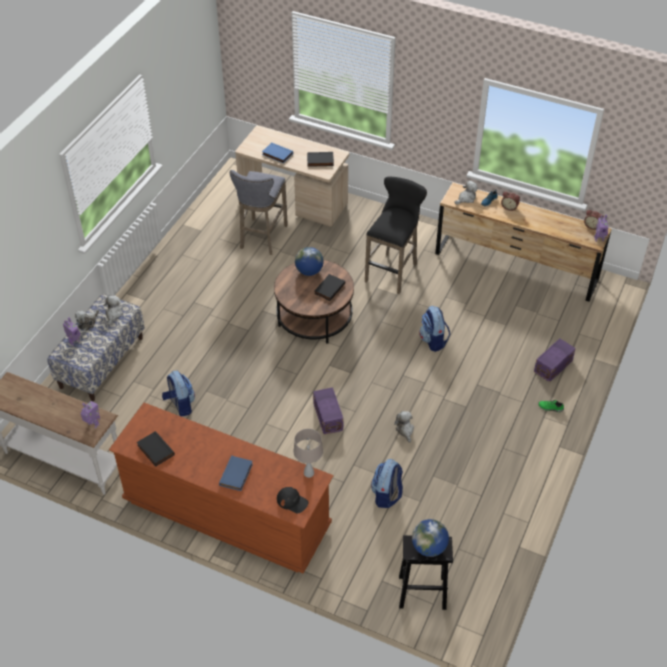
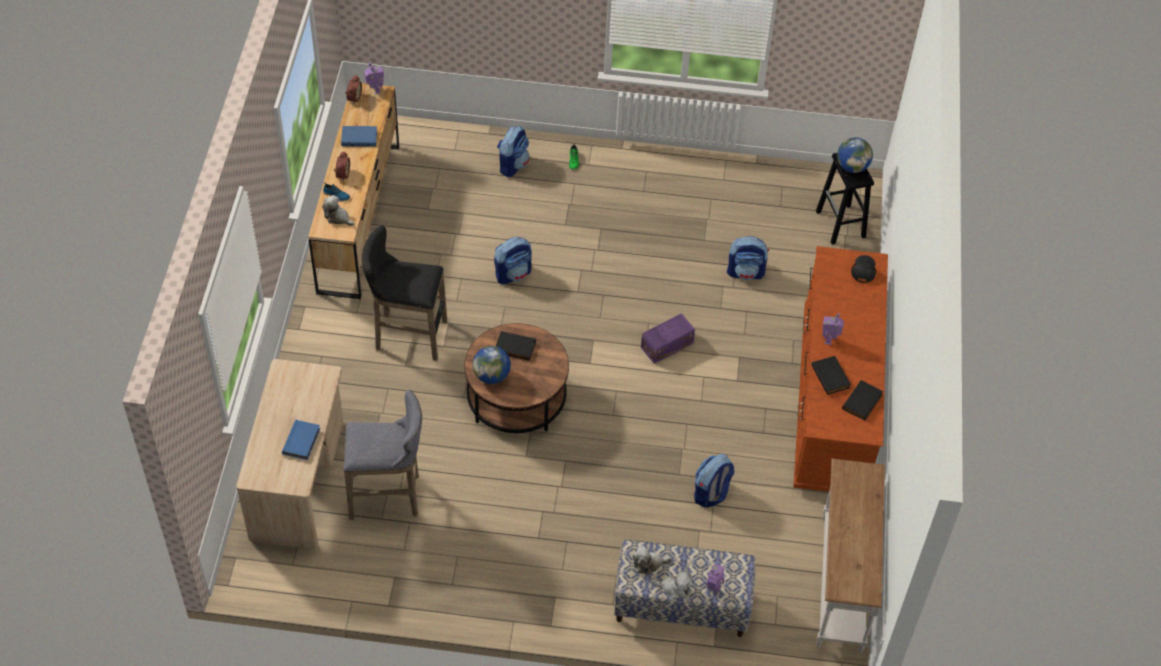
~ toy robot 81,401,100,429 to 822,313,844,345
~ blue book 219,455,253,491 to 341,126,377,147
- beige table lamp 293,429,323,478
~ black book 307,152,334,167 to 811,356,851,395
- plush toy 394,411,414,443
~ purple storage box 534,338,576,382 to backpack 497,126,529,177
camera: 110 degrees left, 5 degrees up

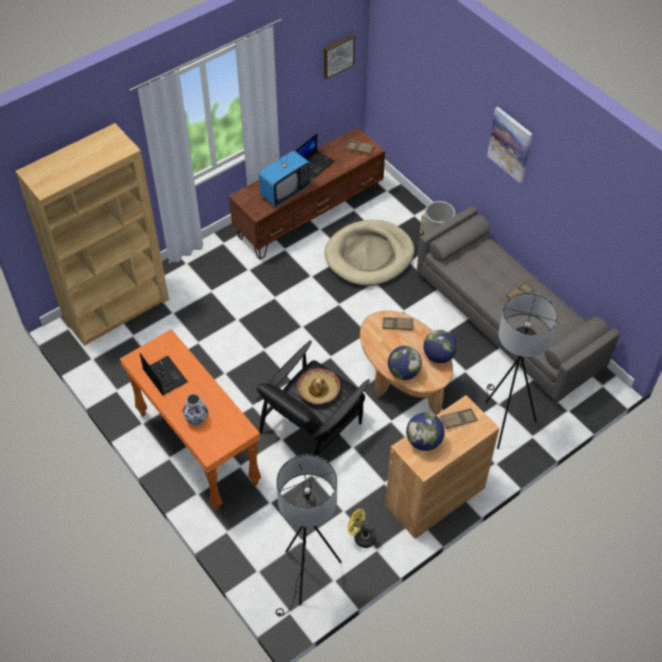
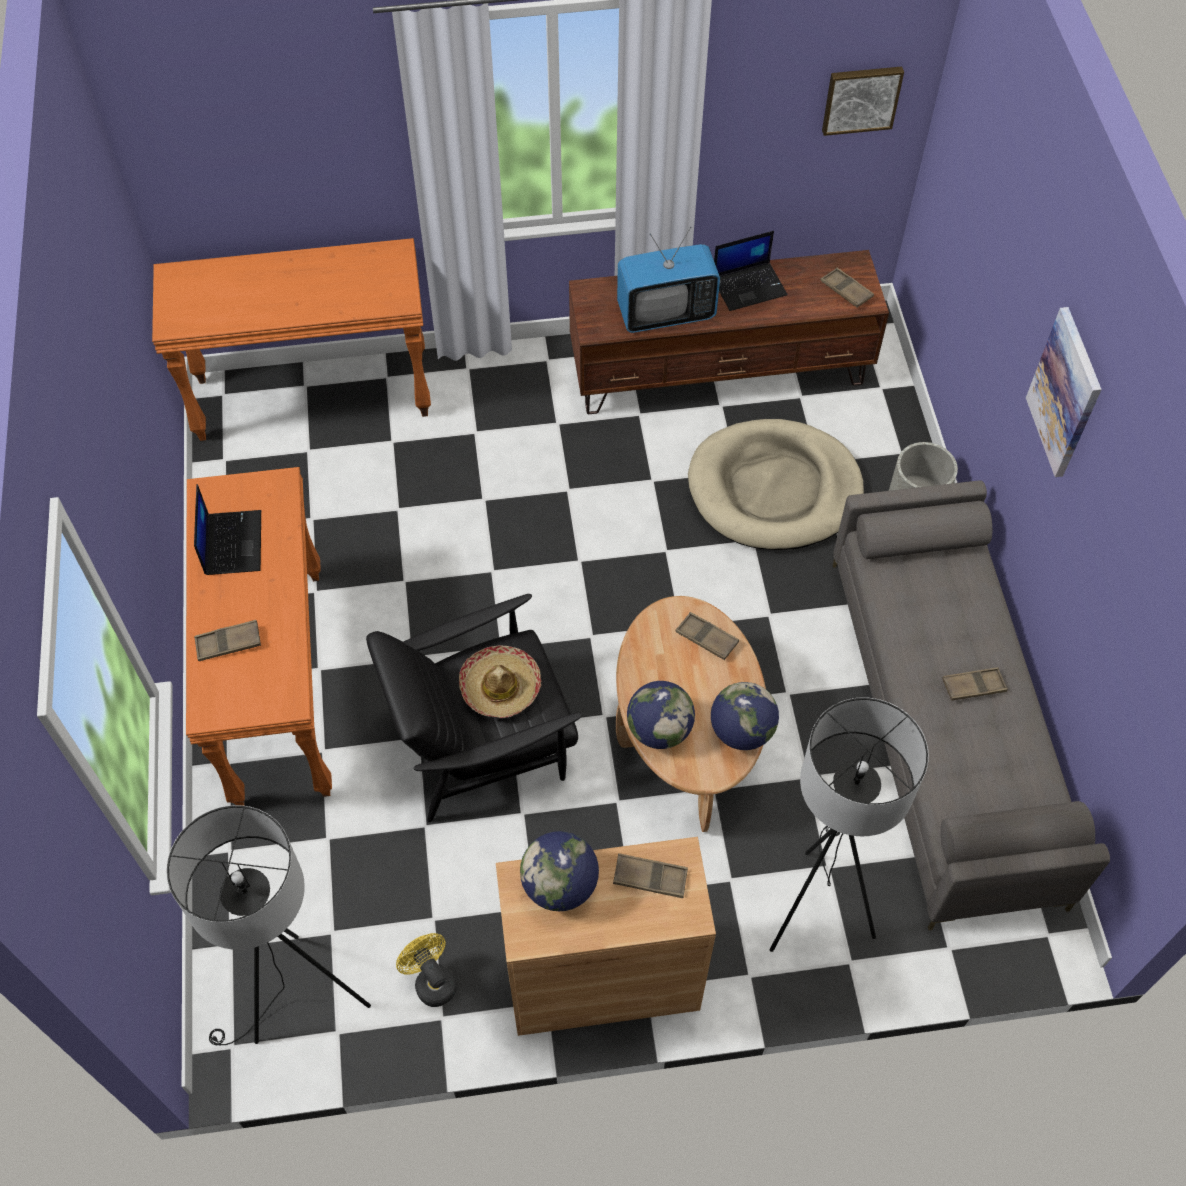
~ brown bookcase 15,123,169,346 to orange console table 152,238,431,441
~ vase 182,394,208,426 to brown tray 194,620,261,661
camera: 30 degrees right, 5 degrees up

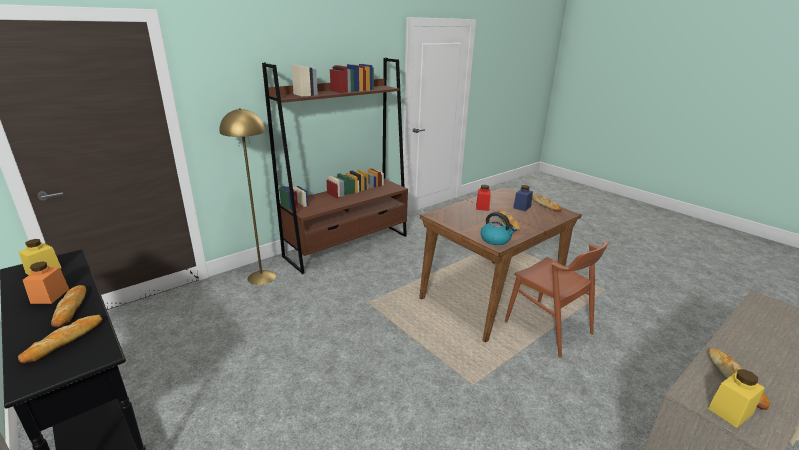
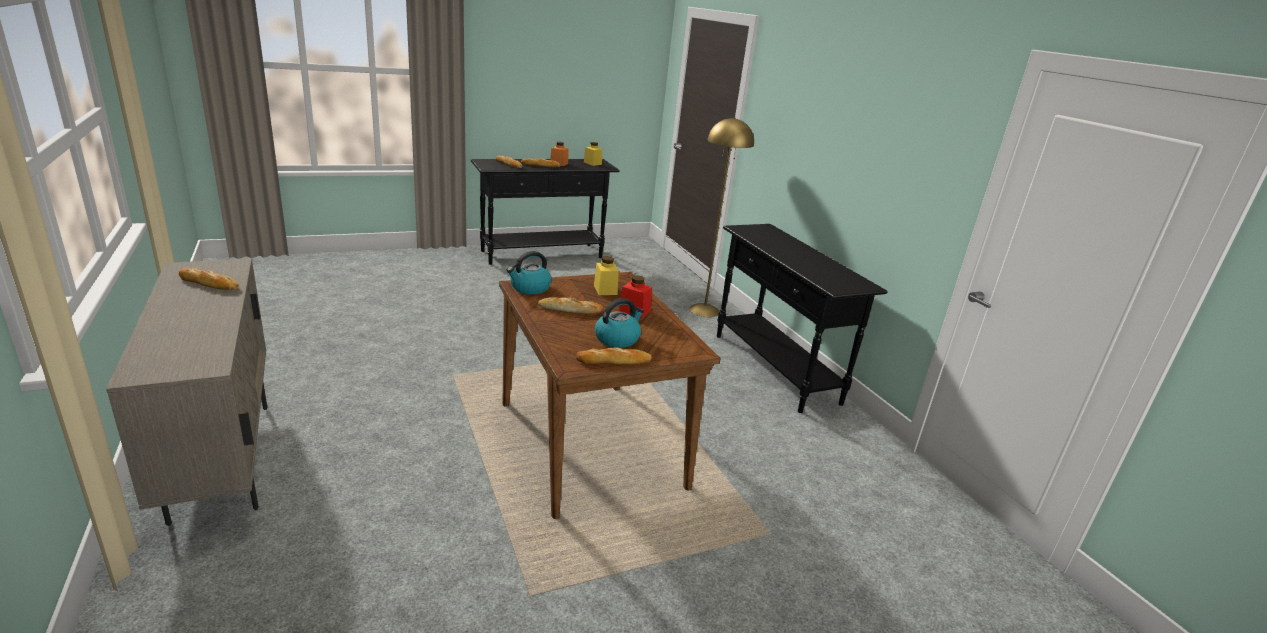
~ brown bookcase 262,58,408,274 to black console table 717,224,887,413
- brown chair 505,241,610,358
~ blue jar 513,185,533,211 to kettle 595,298,644,348
~ yellow jar 708,369,765,428 to 594,256,619,295
camera: 105 degrees right, 0 degrees up

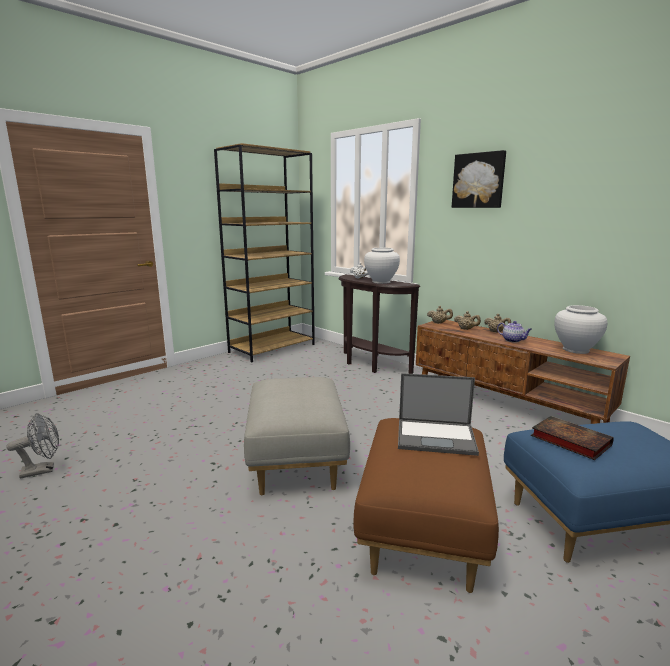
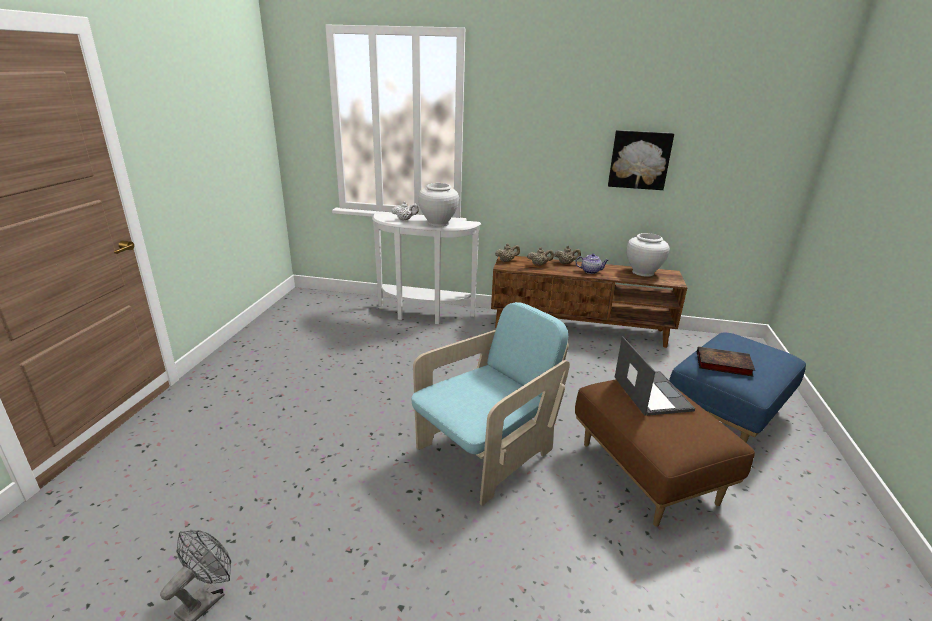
- brown bookcase 214,143,315,363
~ grey ottoman 244,377,350,496 to turquoise armchair 412,302,570,506
~ brown console table 338,274,421,374 to white console table 372,213,481,324
~ laptop 398,373,479,456 = 615,336,695,416 75 degrees counterclockwise
~ picture 452,150,506,208 to 608,130,674,190
camera: 35 degrees left, 10 degrees up

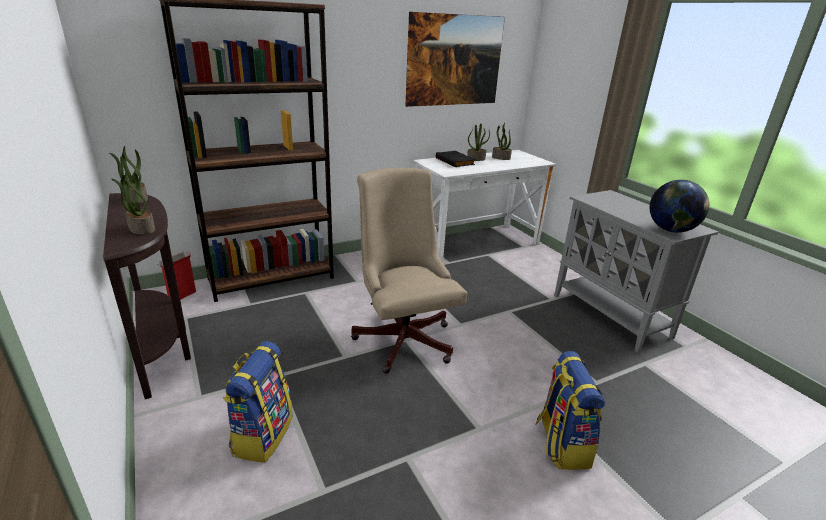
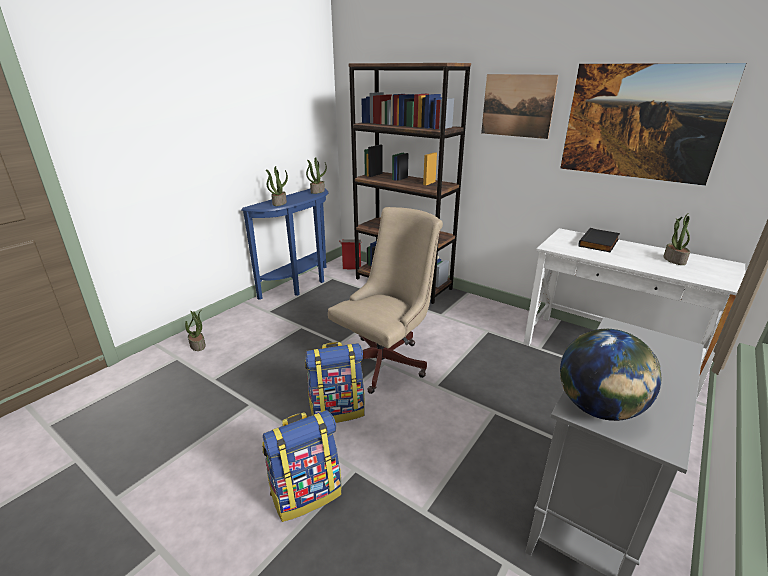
~ brown console table 103,193,191,399 to blue console table 242,189,328,300
~ backpack 223,341,292,463 to 305,342,365,423
~ potted plant 467,123,490,161 to 185,311,206,351
+ picture 481,74,558,139
camera: 65 degrees right, 0 degrees up

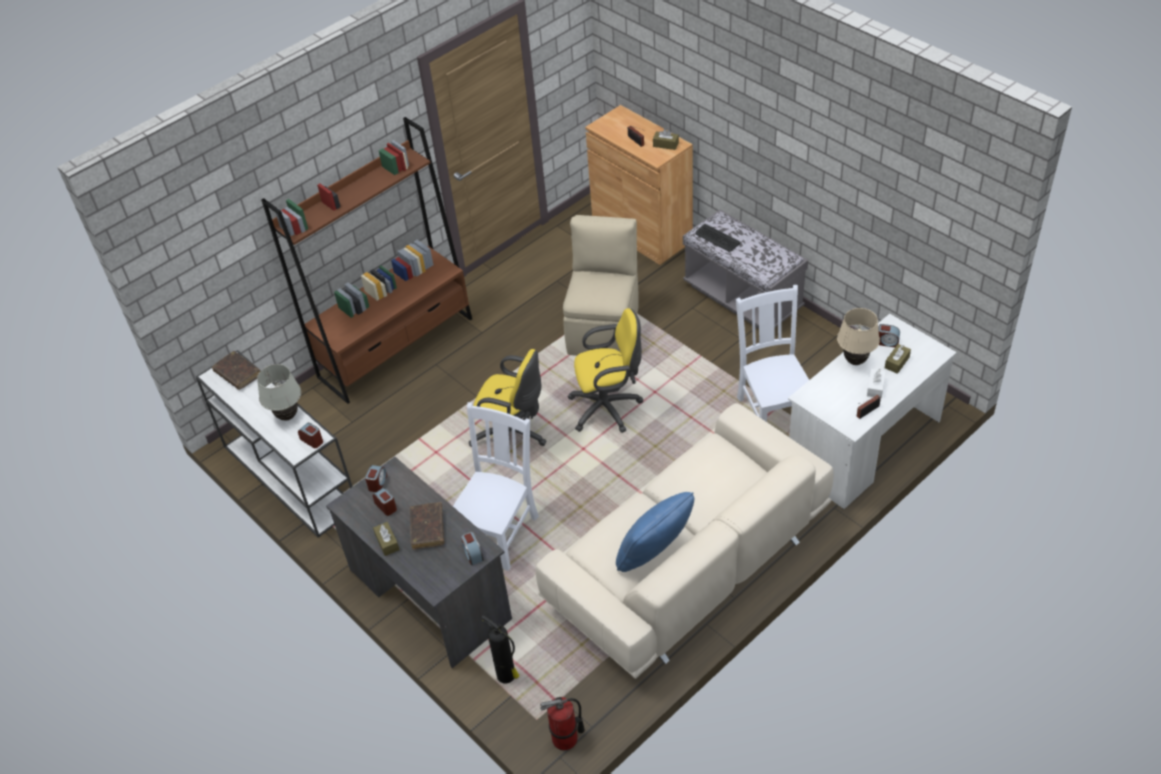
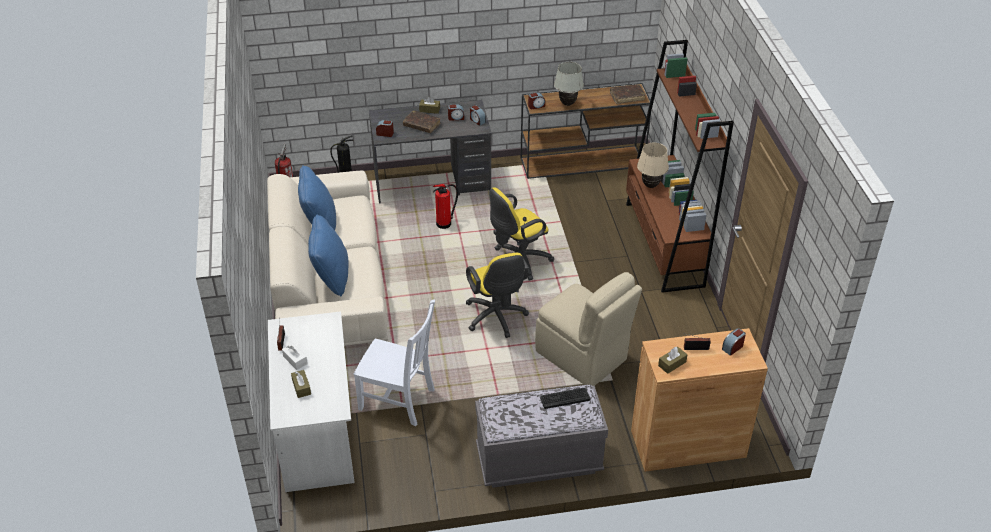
~ white console table 196,350,352,537 to brown console table 521,83,651,179
~ white chair 453,402,539,571 to fire extinguisher 433,184,458,229
~ yellow office chair 568,308,644,433 = 465,253,529,338 45 degrees counterclockwise
~ beige table lamp 837,308,880,365 to 637,143,669,188
~ alarm clock 878,324,900,347 to 722,328,746,356
+ blue pillow 308,214,349,296
camera: 120 degrees right, 5 degrees down

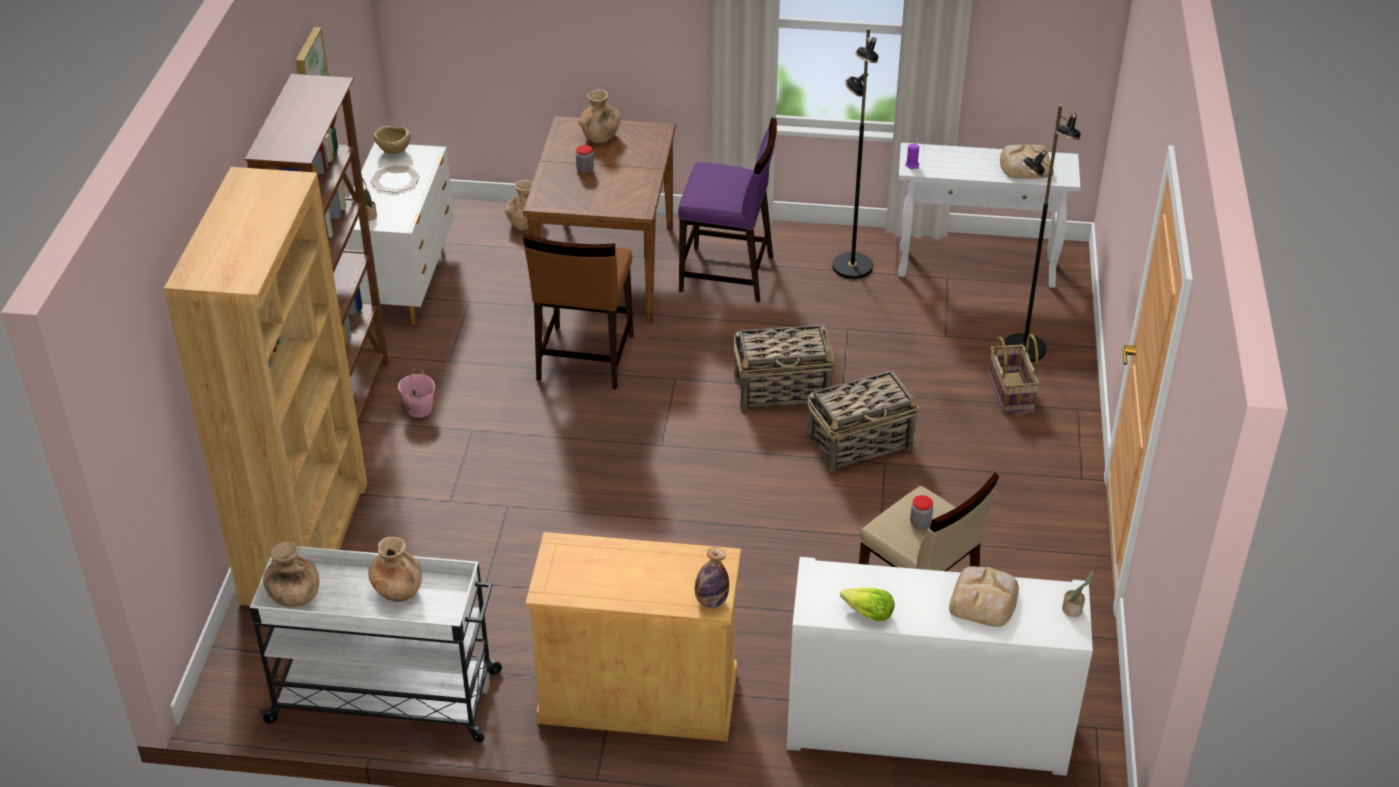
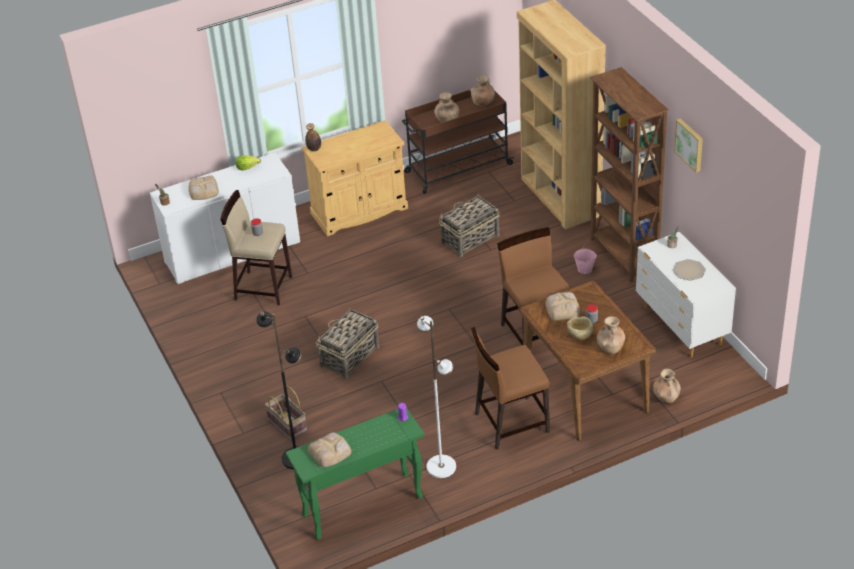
~ white cart 250,544,502,742 to brown cart 402,90,514,194
~ beige bowl 373,126,411,154 to 567,316,593,340
~ purple chair 678,117,777,302 to brown chair 471,327,550,450
~ basket 734,325,835,410 to 439,193,500,257
~ black floor lamp 832,28,879,279 to white floor lamp 417,316,456,478
~ white console table 898,143,1080,288 to green console table 286,408,425,540
+ bread 545,292,580,321
camera: 150 degrees right, 0 degrees up

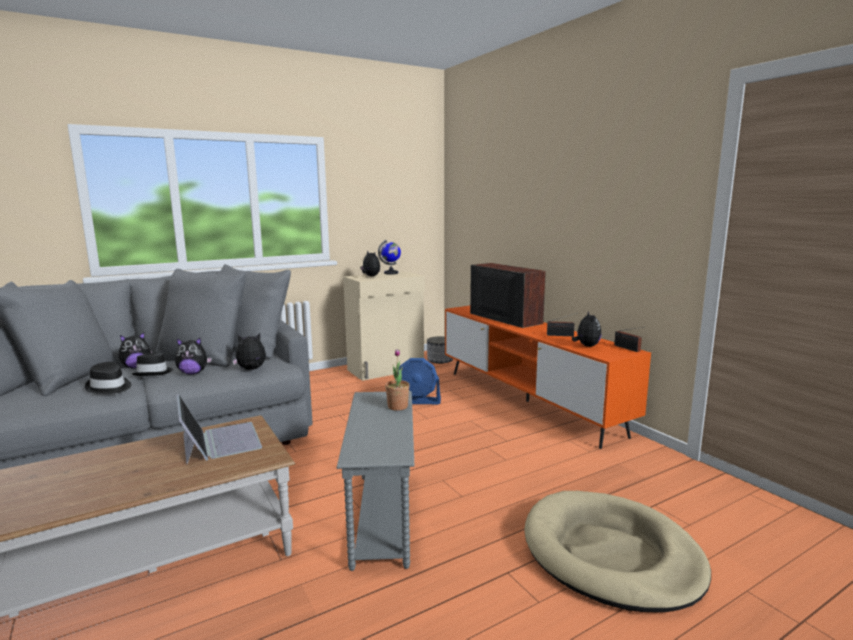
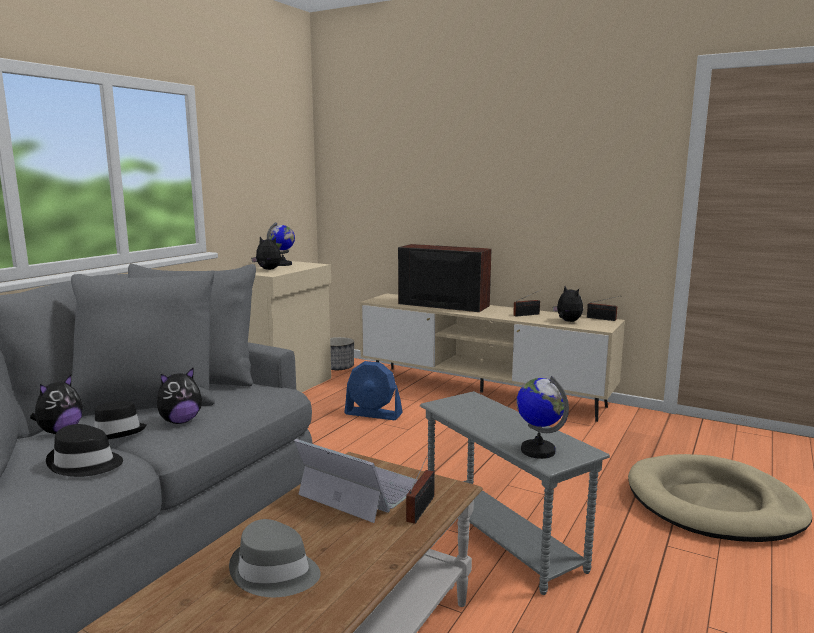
- plush toy 232,333,266,370
- potted plant 385,349,410,411
~ blue fan 398,358,441,404 = 344,361,403,420 45 degrees clockwise
~ orange tv stand 445,306,651,449 to beige tv stand 360,294,625,422
+ grey hat 229,519,320,597
+ radio 406,448,435,524
+ globe 516,376,569,459
camera: 30 degrees left, 0 degrees up

